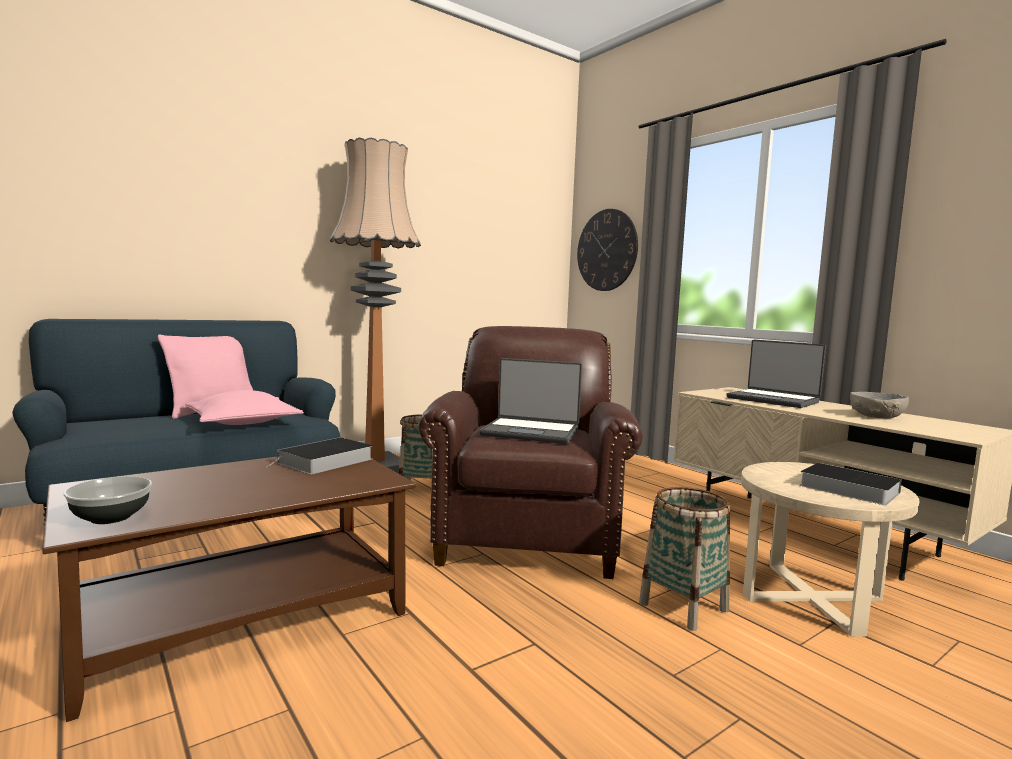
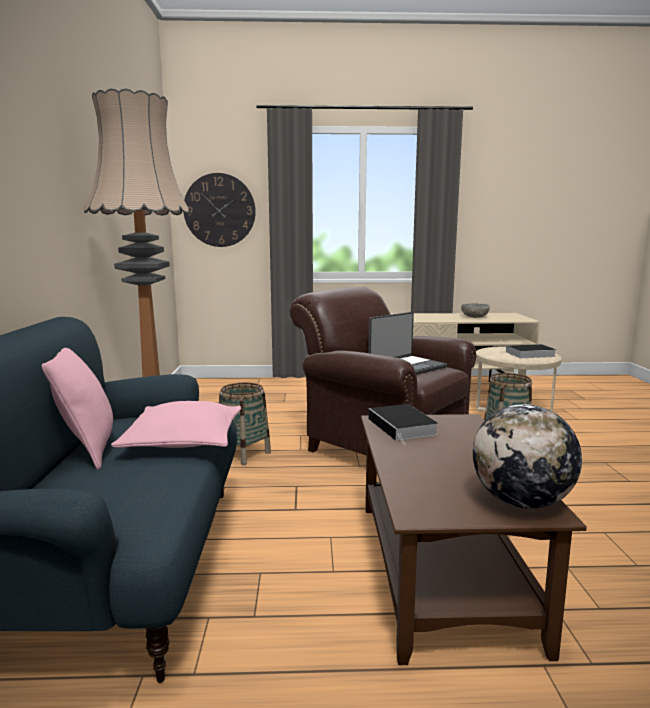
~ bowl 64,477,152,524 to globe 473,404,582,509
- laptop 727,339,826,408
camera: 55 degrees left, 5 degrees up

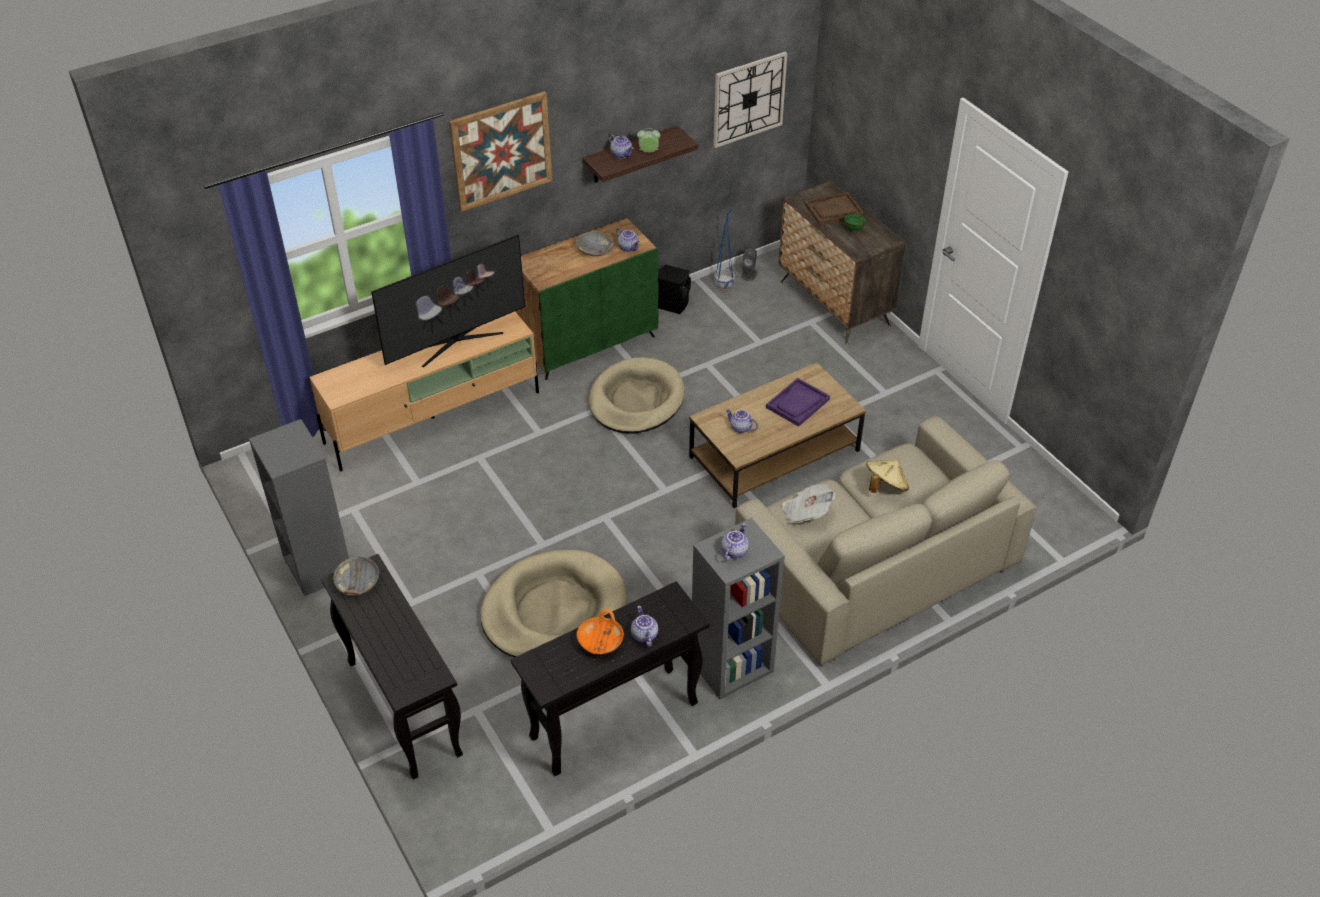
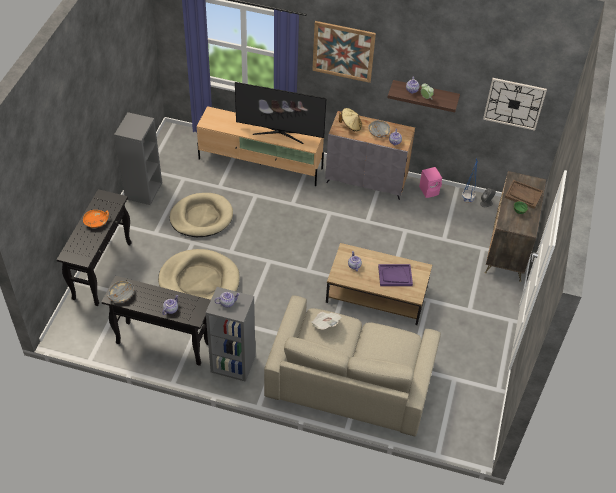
~ grey bowl 333,556,379,596 to 107,281,134,302
~ green cabinet 516,218,659,380 to grey cabinet 325,111,415,200
~ orange bowl 577,609,624,655 to 83,210,109,228
~ beige dog bed 589,357,685,434 to 170,193,233,237
~ black speaker 658,264,691,314 to pink speaker 419,167,442,198
~ beige hat 866,460,909,493 to 339,108,362,131
camera: 45 degrees right, 5 degrees up

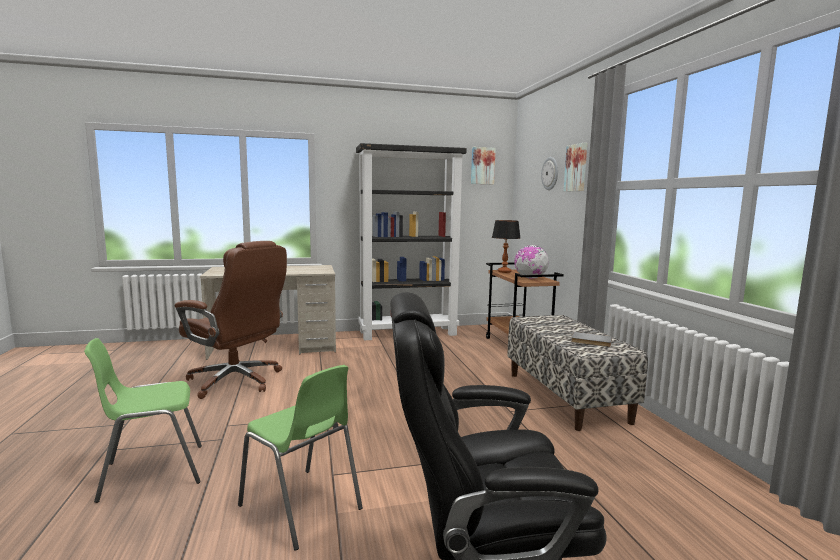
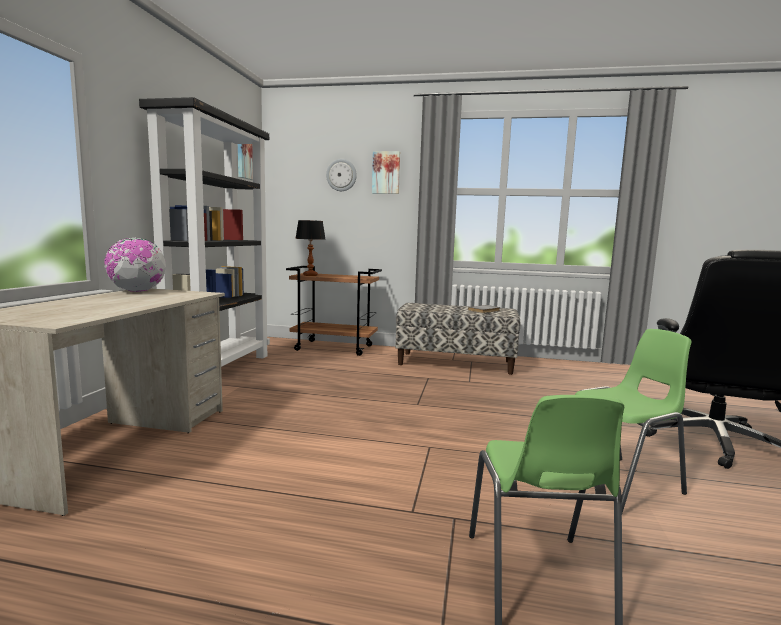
- brown office chair 175,241,287,399
~ globe 514,245,549,279 to 104,238,166,292
camera: 65 degrees left, 0 degrees up

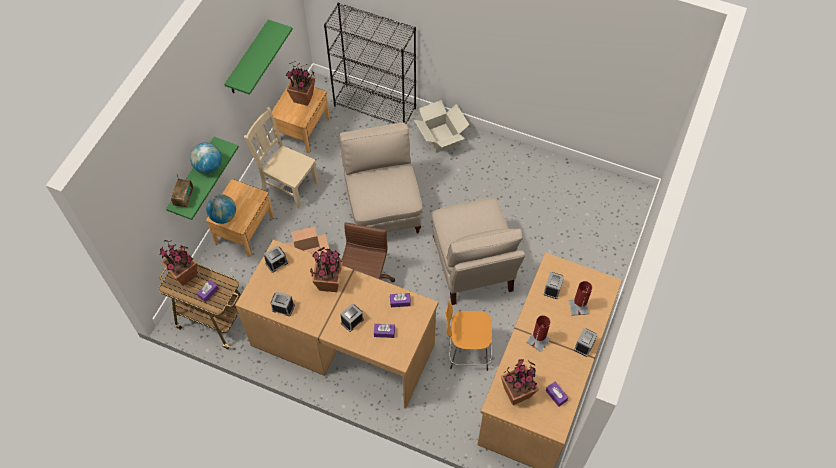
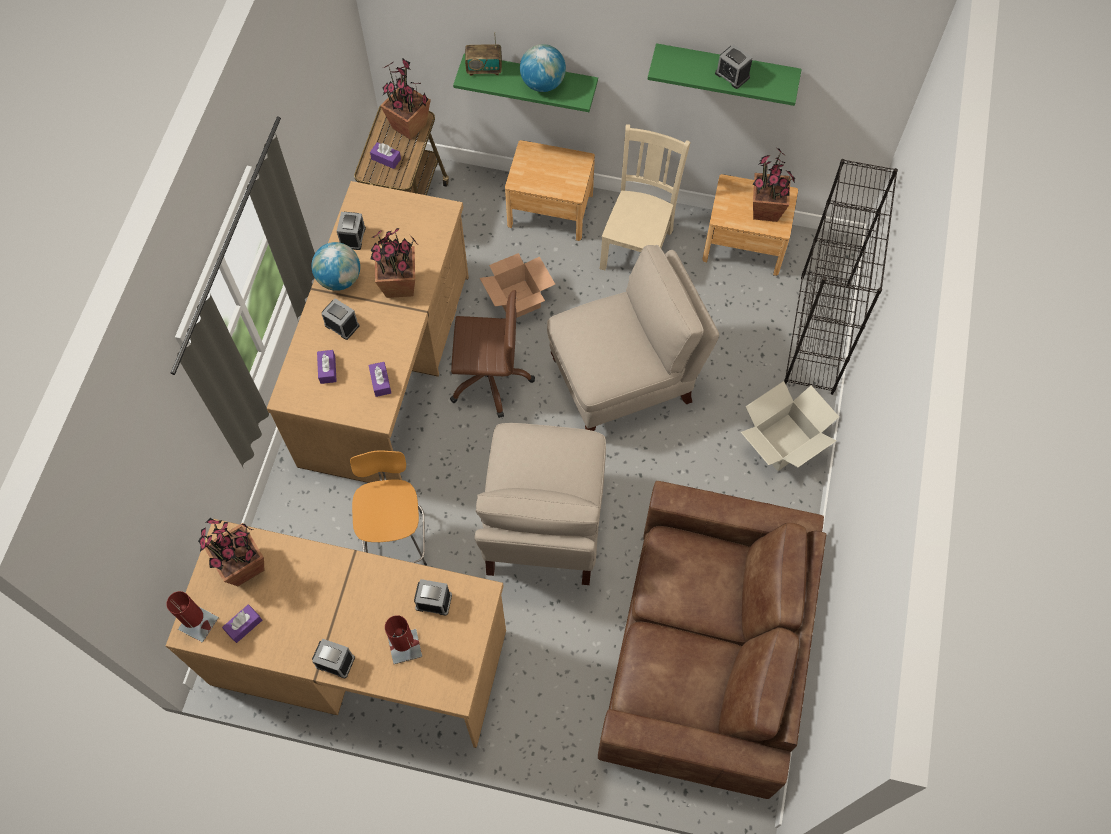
~ globe 206,194,236,224 to 312,242,360,291
~ alarm clock 264,246,288,273 to 715,44,753,89
~ beige chair 432,198,525,305 = 475,423,606,585 60 degrees counterclockwise
~ red table lamp 526,315,551,352 to 166,591,219,643
+ brown sofa 598,481,827,799
camera: 80 degrees right, 5 degrees up

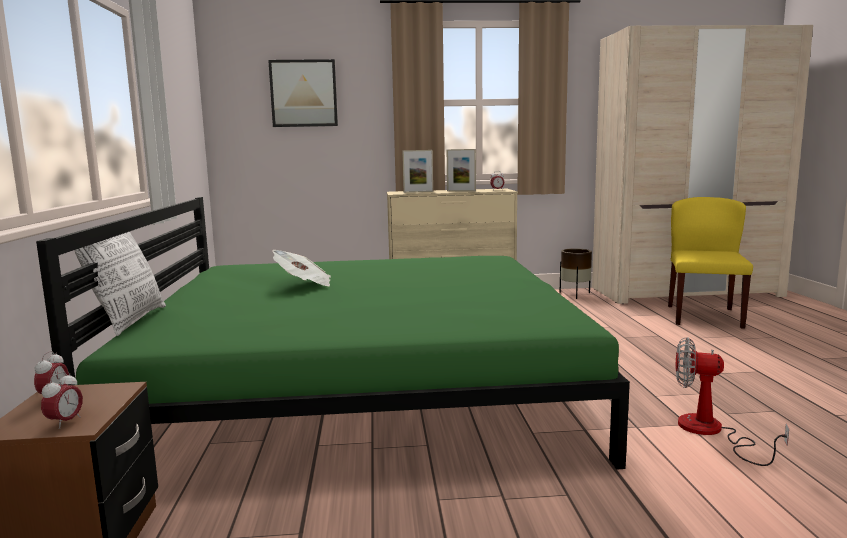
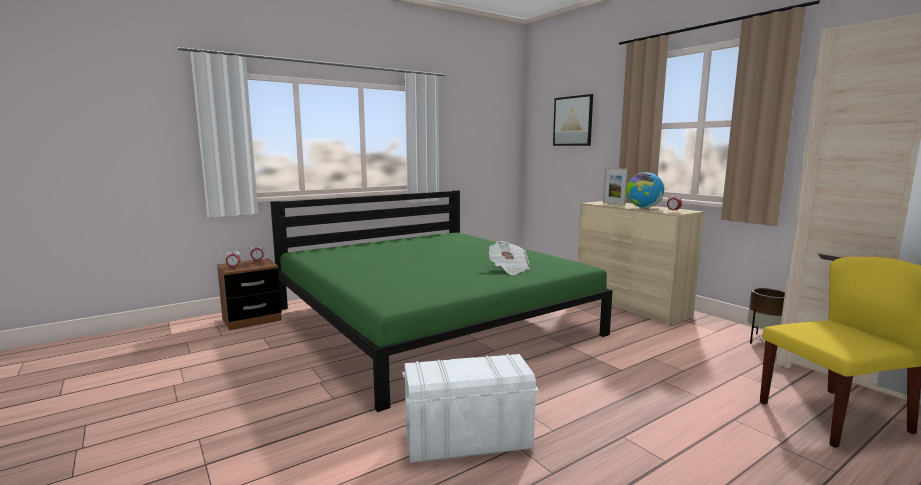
- pillow 74,232,166,336
~ newspaper 272,250,331,286 to 489,241,530,275
~ picture frame 447,149,476,192 to globe 626,172,664,208
~ fan 676,337,789,466 to white storage box 402,354,539,463
camera: 60 degrees right, 0 degrees up

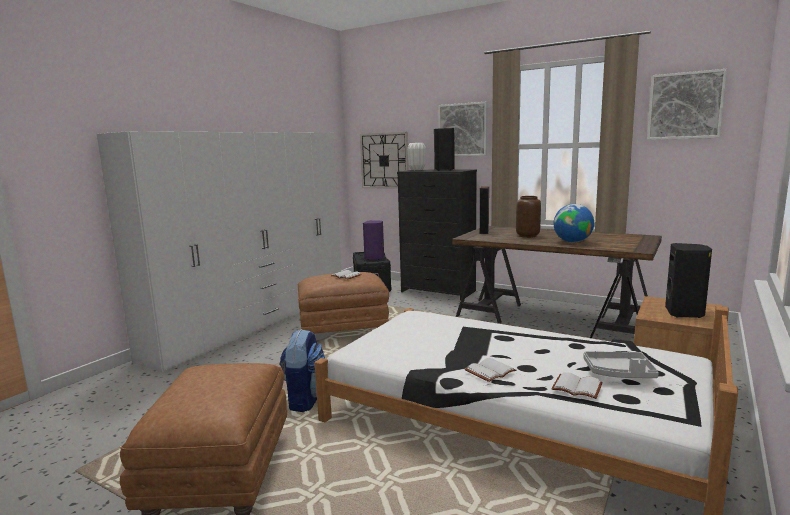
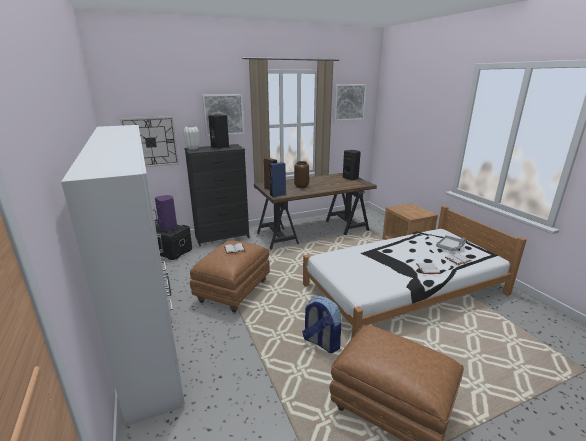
- globe 553,204,594,242
~ black speaker 665,243,712,318 to 343,150,361,181
+ blue speaker 269,162,286,197
camera: 55 degrees left, 10 degrees up

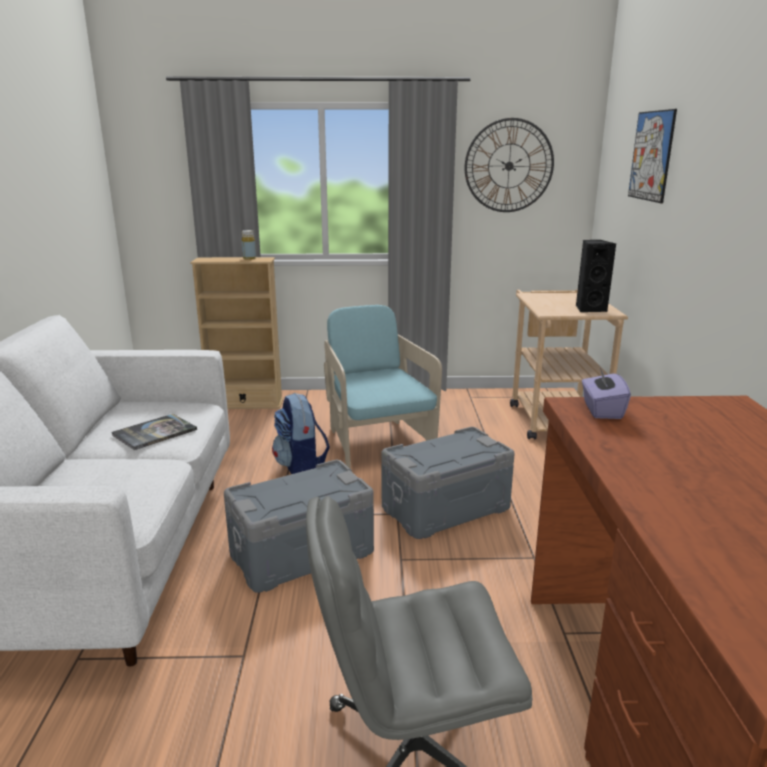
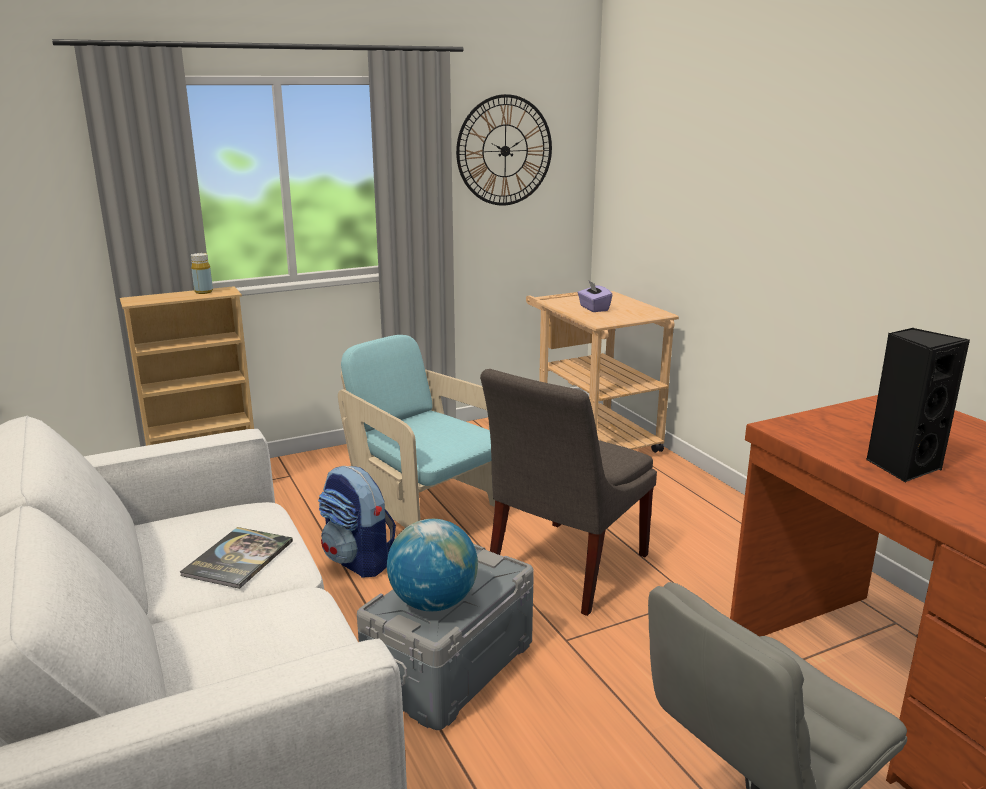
~ grey storage box 382,427,515,539 to grey chair 480,369,657,616
~ black speaker 576,240,616,313 to 866,328,970,482
~ purple tissue box 582,365,631,419 to 578,281,612,312
- picture 628,109,677,203
+ globe 387,519,478,611
camera: 25 degrees left, 0 degrees up

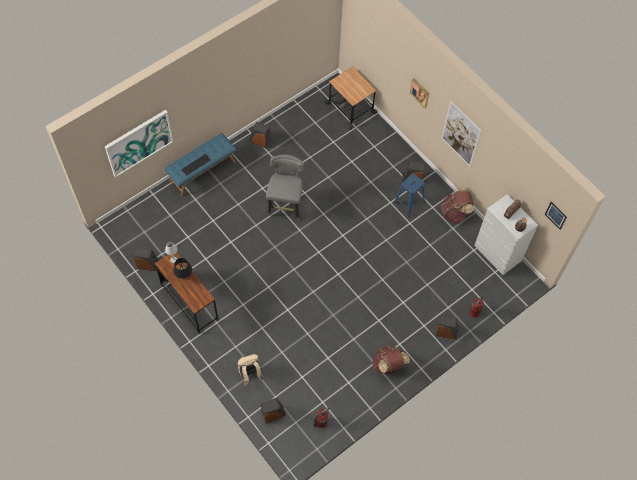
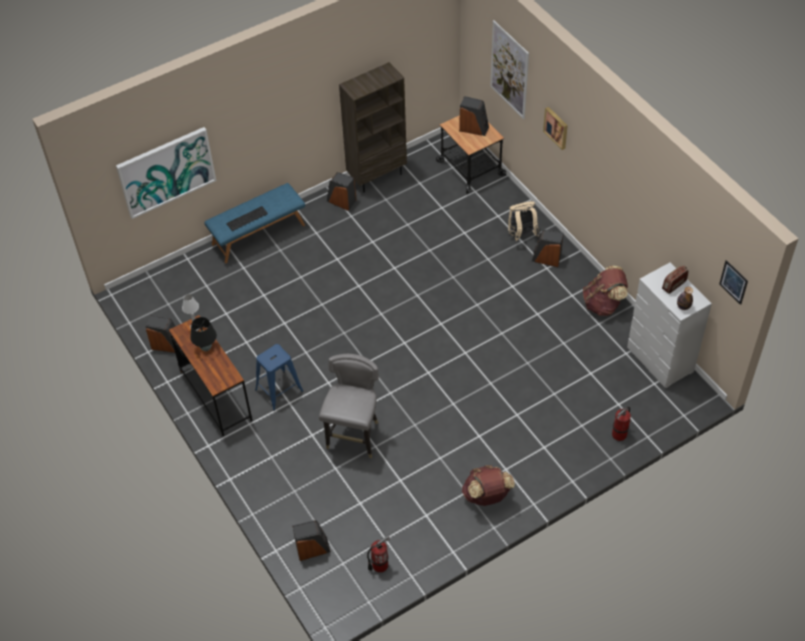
~ beige backpack 238,354,264,386 to 508,201,540,241
~ grey chair 266,155,304,220 to 319,354,379,458
~ blue stool 393,174,425,217 to 255,344,303,411
~ speaker 436,314,458,340 to 459,96,489,136
~ picture 441,101,481,167 to 490,20,529,119
+ brown bookcase 339,62,407,192
camera: 10 degrees right, 10 degrees down

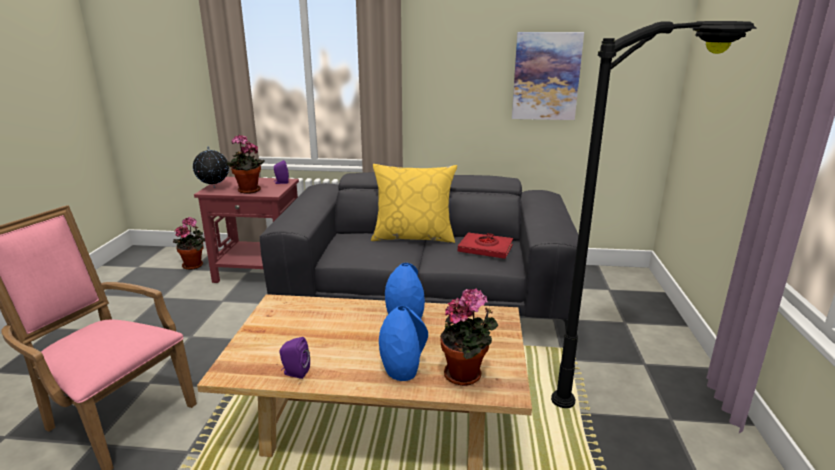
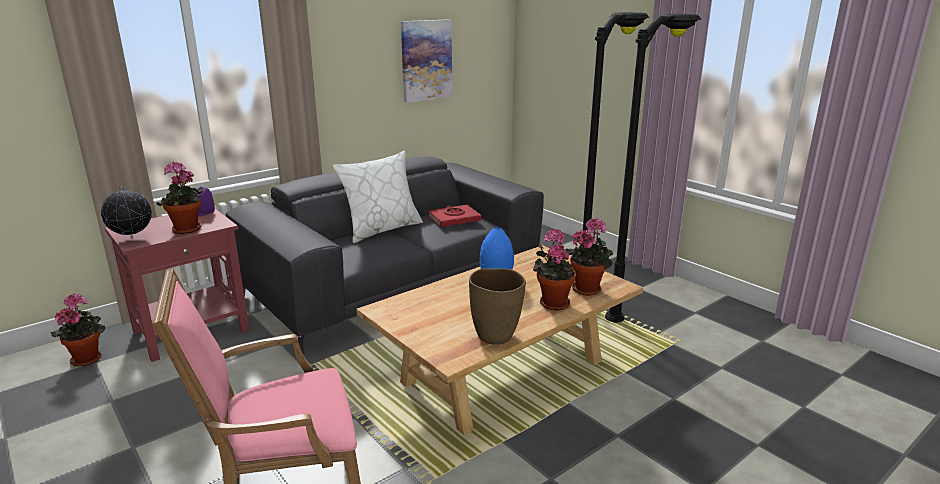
~ purple speaker 279,337,310,379 to brown vase 469,268,526,345
~ yellow pillow 371,164,457,243 to white pillow 333,151,423,243
~ blue vase 379,306,428,381 to potted plant 533,229,576,311
+ black floor lamp 605,14,701,323
camera: 45 degrees left, 0 degrees up

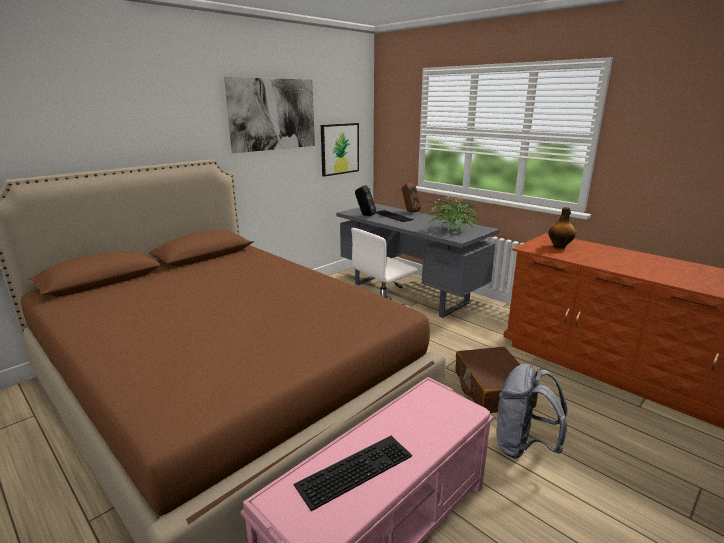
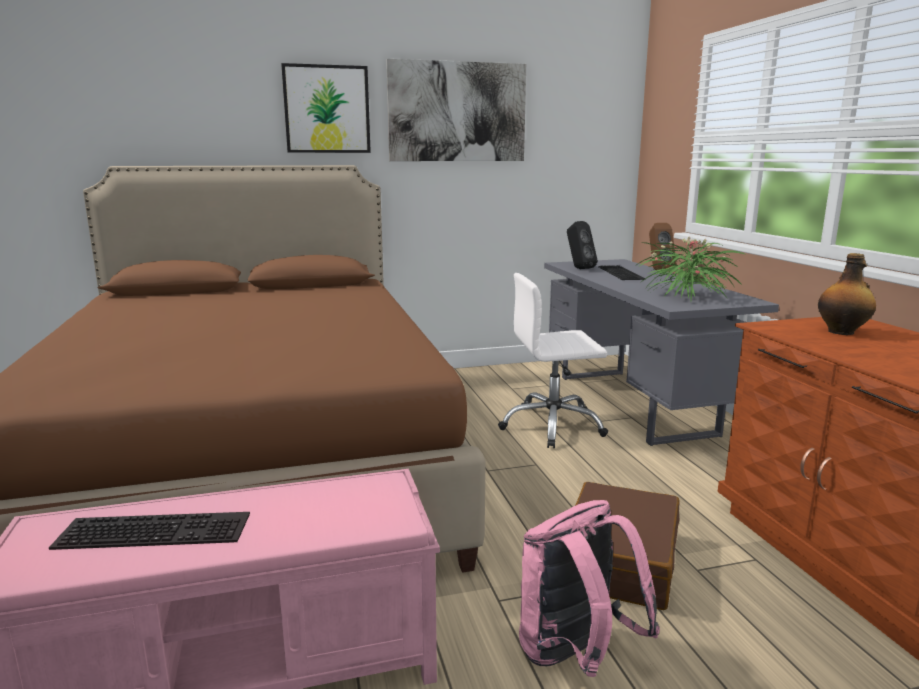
~ picture 321,123,359,177 to 281,63,371,153
~ grey backpack 497,363,567,459 to pink backpack 519,500,660,677
camera: 30 degrees right, 5 degrees down

